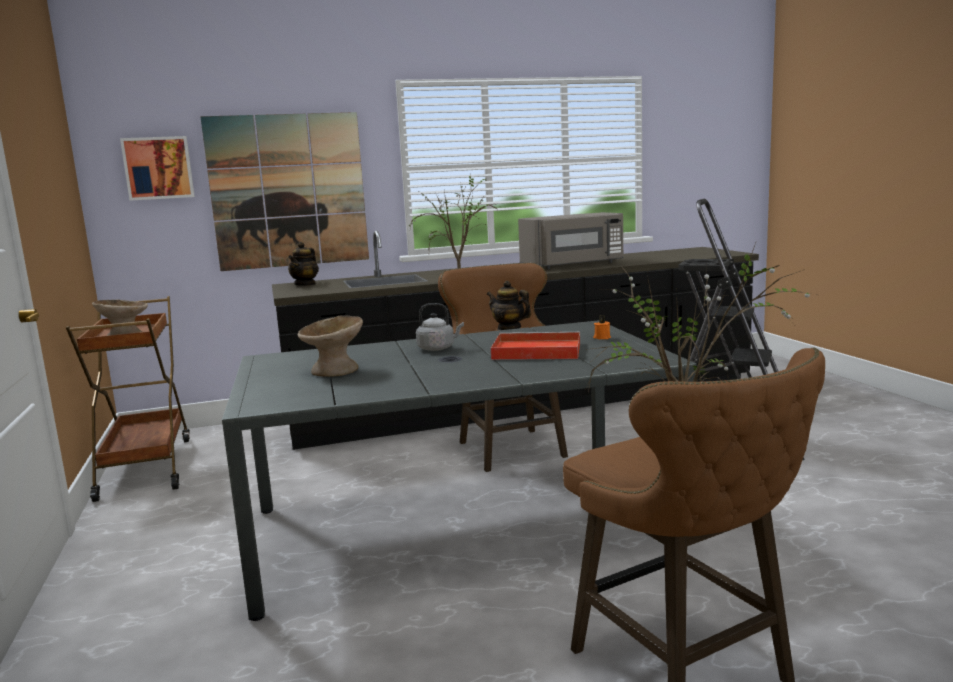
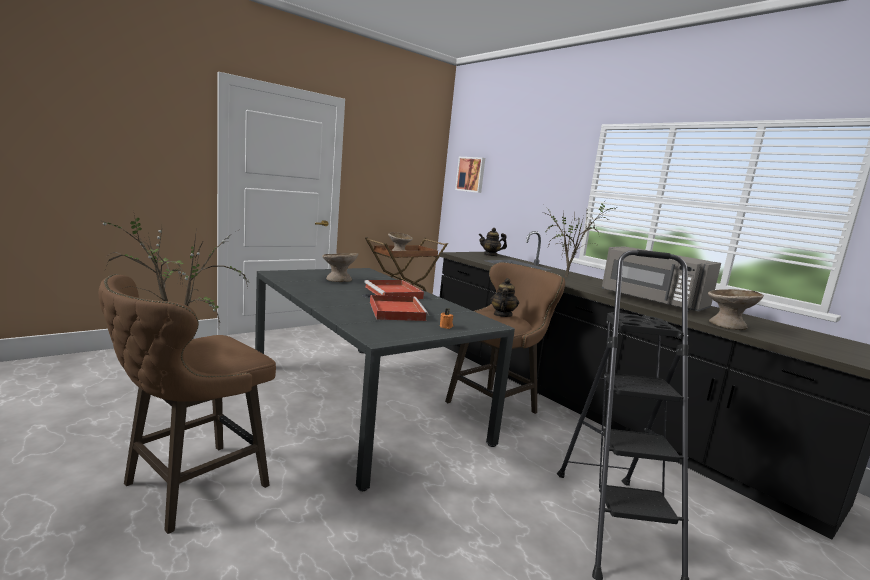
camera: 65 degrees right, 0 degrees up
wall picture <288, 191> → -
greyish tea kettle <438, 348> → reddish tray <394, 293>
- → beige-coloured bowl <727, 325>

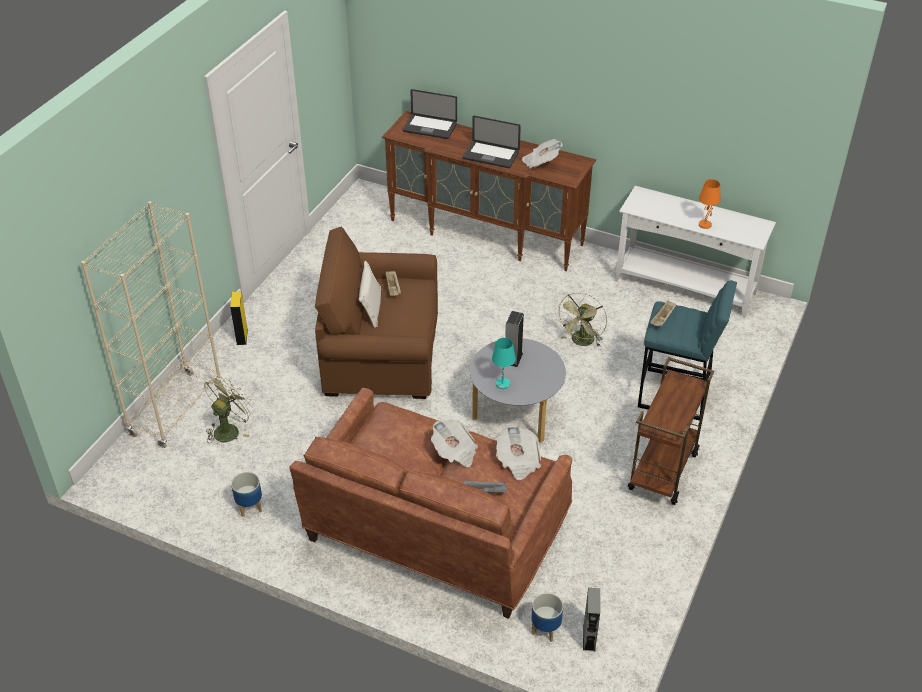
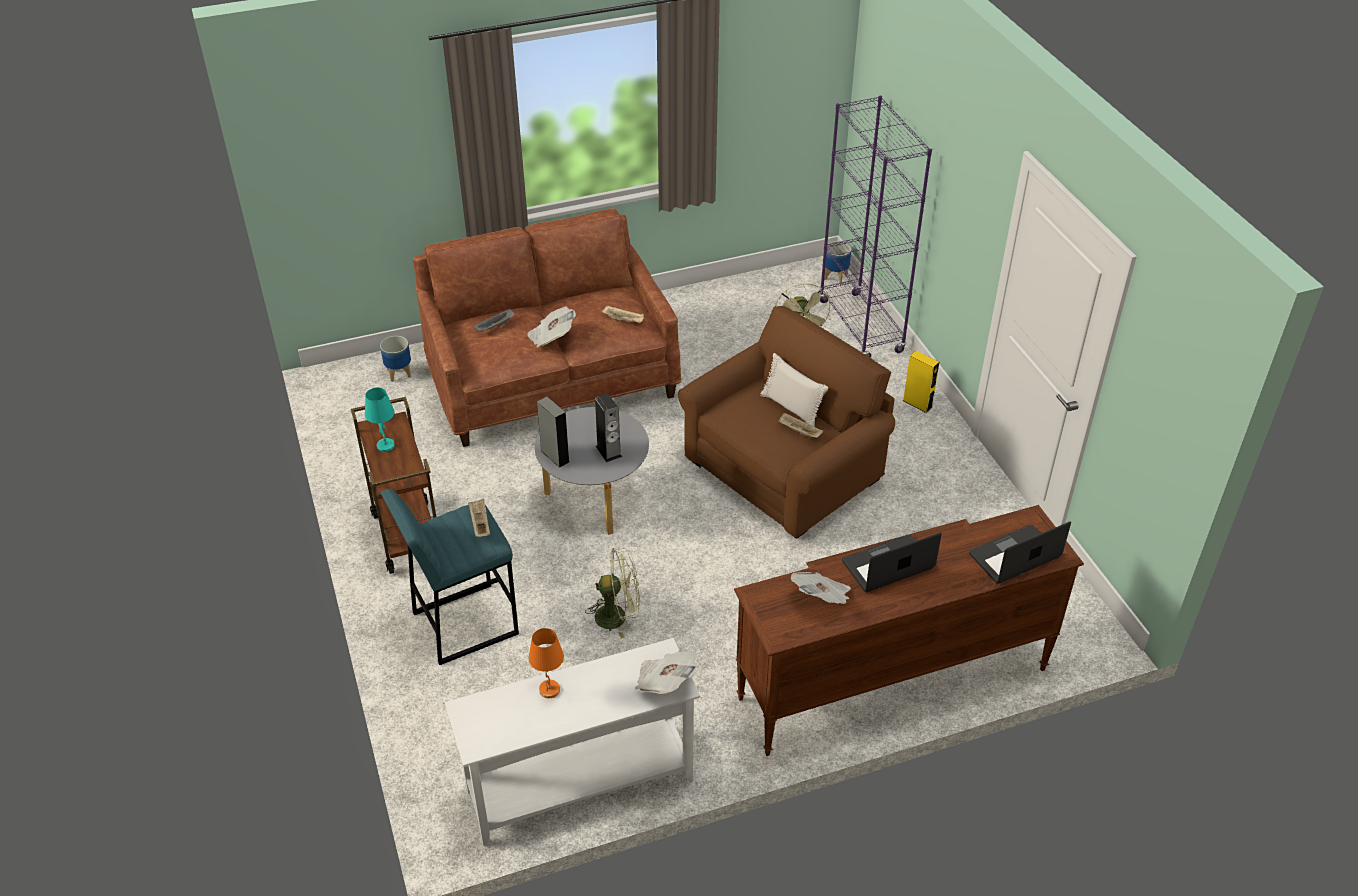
camera: 135 degrees right, 0 degrees up
beige-coloured shelving unit <176, 409> → purple-coloured shelving unit <861, 327>
greenish cooling fan <581, 342> → greenish cooling fan <618, 616>, 105 degrees clockwise
turquoise-coloured tabletop lamp <503, 384> → turquoise-coloured tabletop lamp <385, 445>, shifted
newspaper <518, 461> → newspaper <665, 682>, shifted
plant pot <249, 507> → plant pot <835, 276>, shifted
greyish speaker <589, 637> → greyish speaker <555, 456>, shifted
- → beige-coloured tray <624, 320>

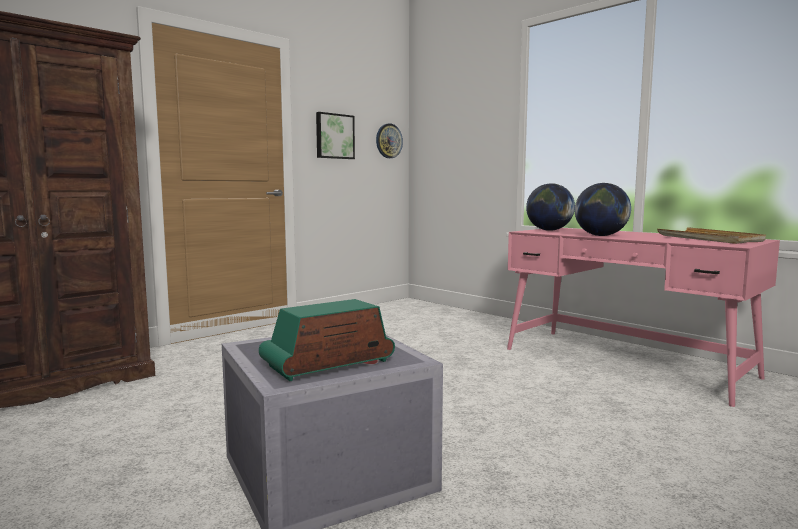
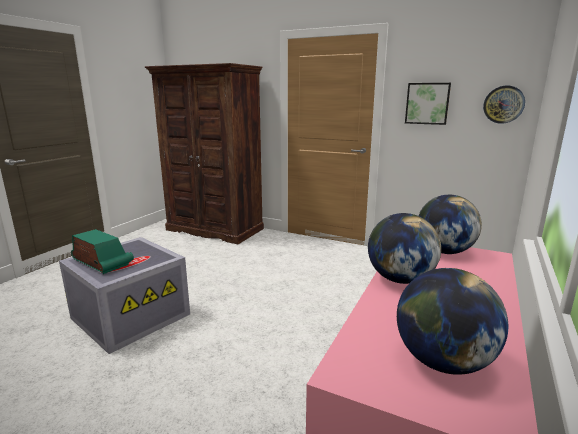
camera: 70 degrees right, 10 degrees up
beige-coloured tray <709, 239> → world globe <442, 362>

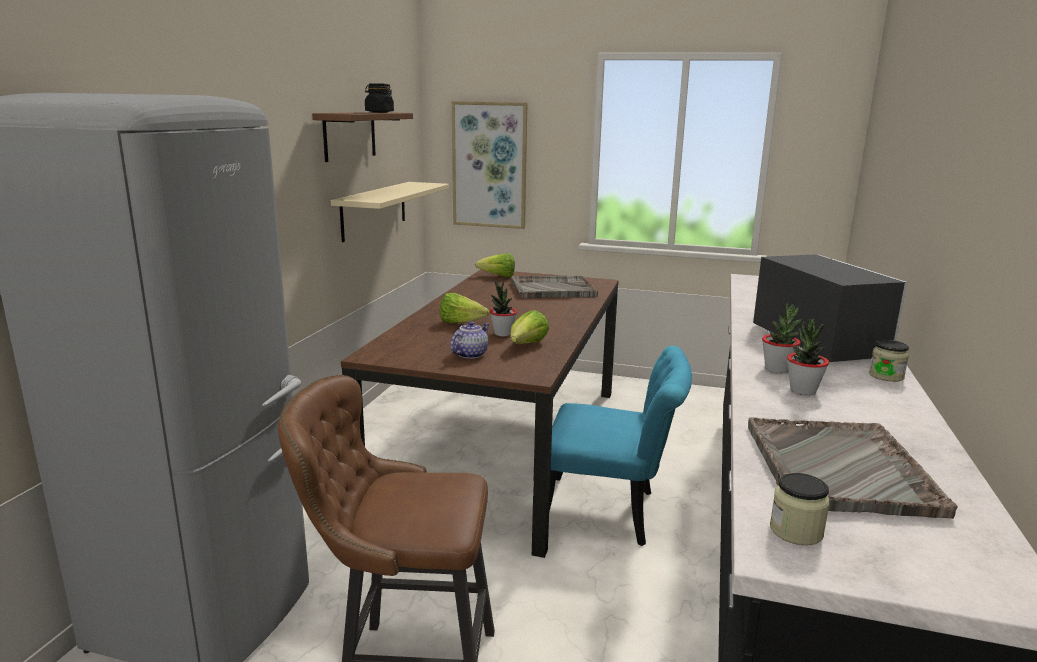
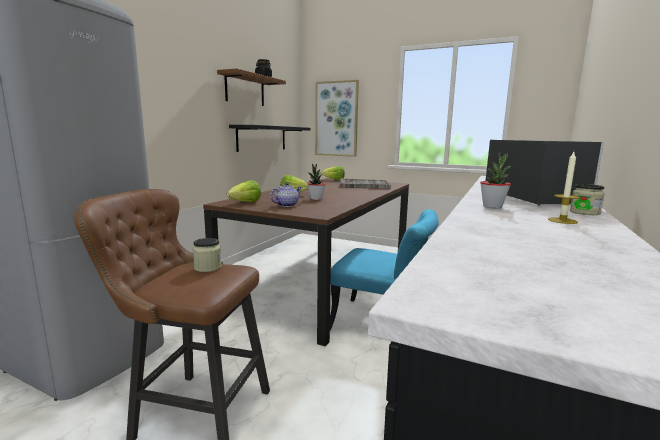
camera: 10 degrees right, 5 degrees down
beige-coloured wall shelf <374, 210> → blackish wall shelf <262, 138>
lettuce head <527, 345> → lettuce head <245, 203>, shifted
houseplant <803, 390> → -
greyish tray <839, 469> → -
storage jar <796, 531> → storage jar <208, 267>, shifted
- → wax light <562, 221>

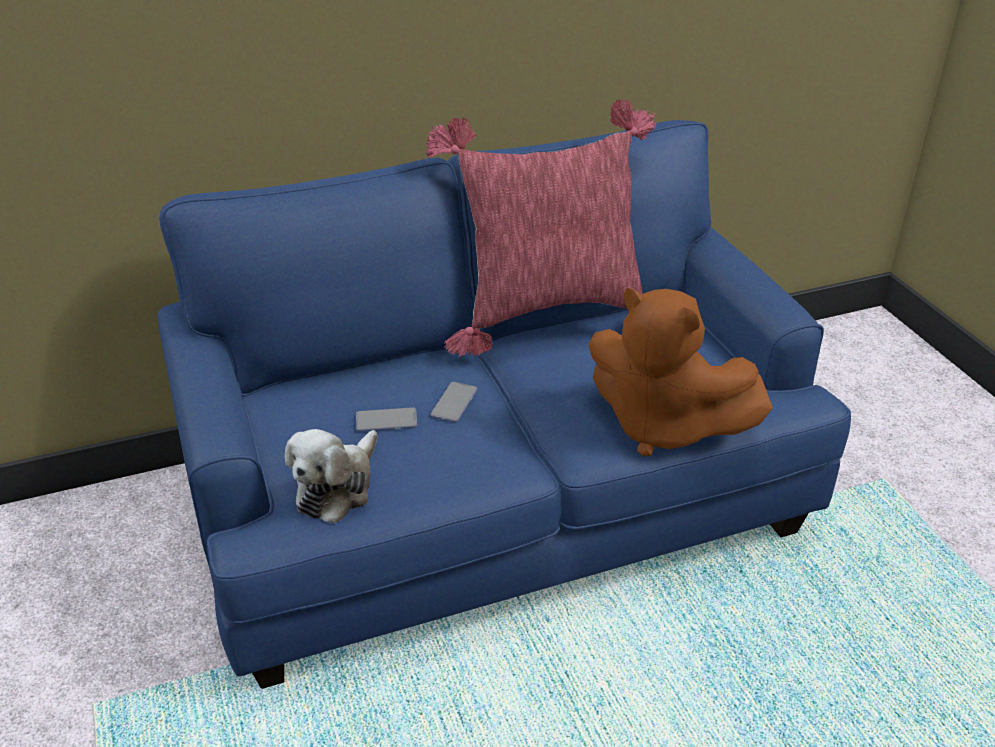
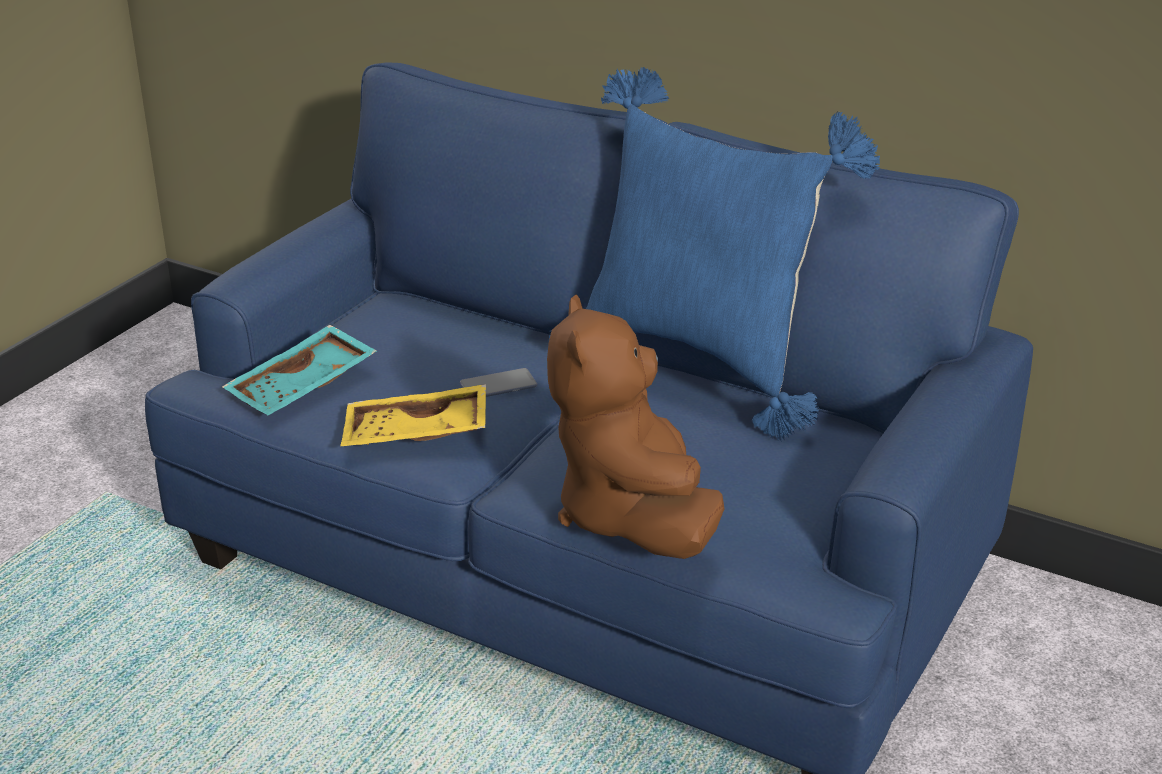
camera: 50 degrees right, 5 degrees down
reddish throw pillow <546, 328> → bluish throw pillow <701, 379>
telephone <386, 421> → -
soft toy <337, 487> → turquoise-coloured tray <303, 387>
- → yellow-coloured tray <415, 435>

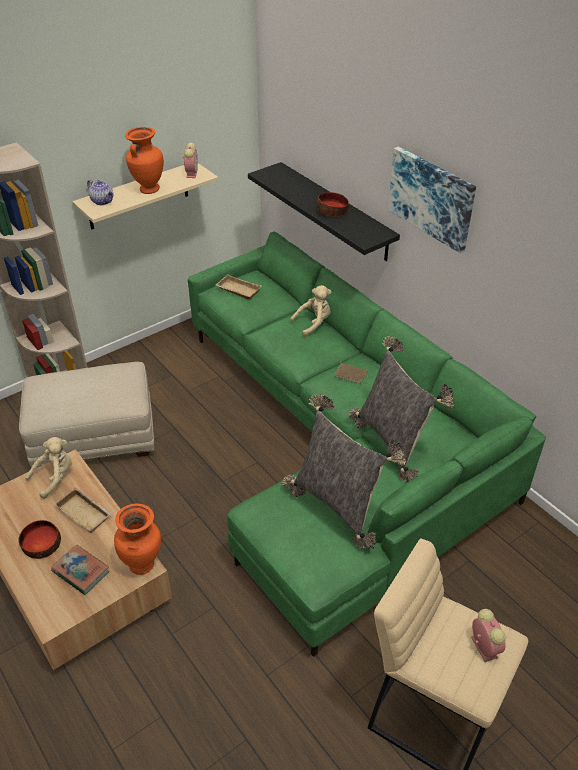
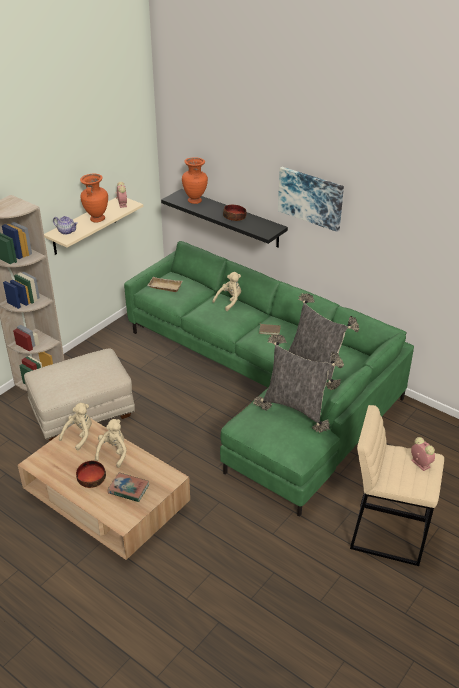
camera: 15 degrees left, 5 degrees down
beige-coloured tray <85, 512> → beige-coloured soft toy <113, 453>
orange-coloured decorative vase <143, 565> → orange-coloured decorative vase <195, 201>, shifted

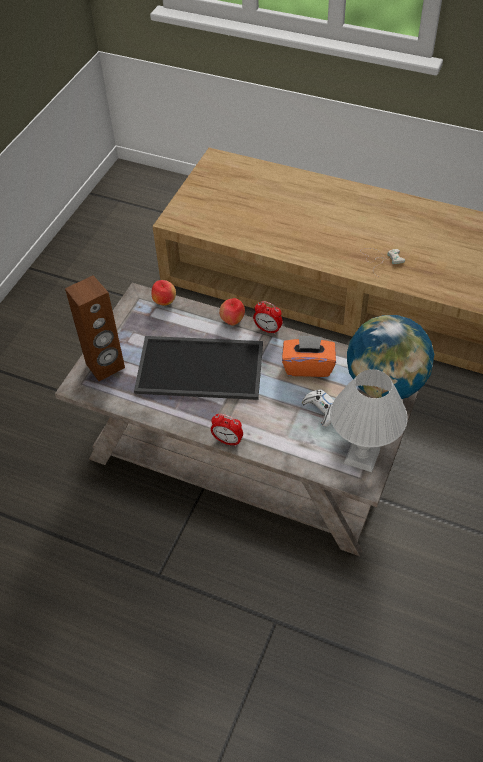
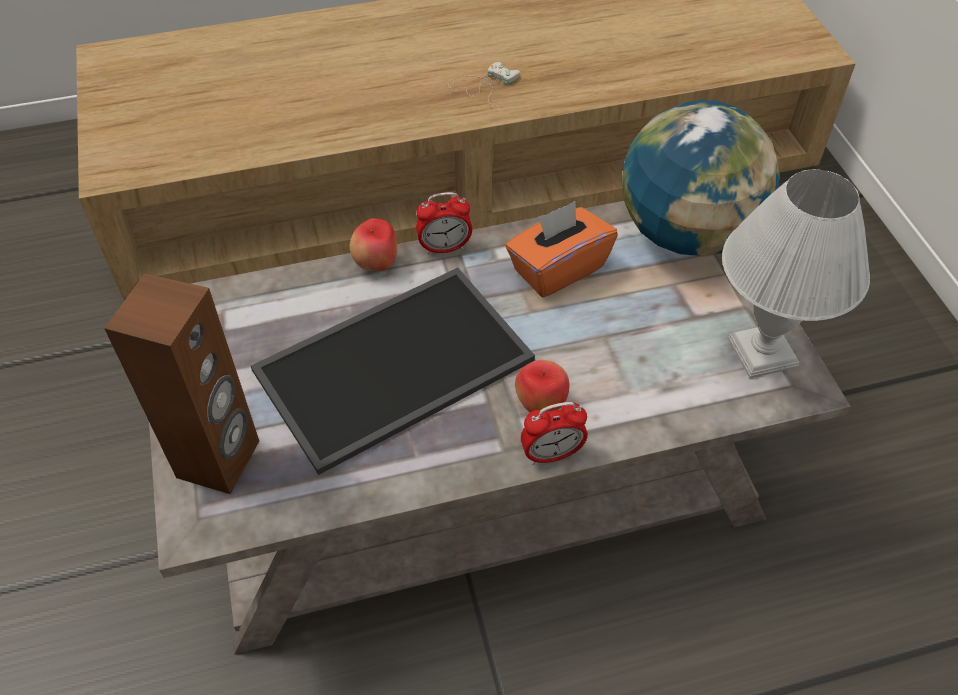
camera: 40 degrees left, 0 degrees up
whole apple <164, 302> → whole apple <540, 404>, shifted
white-coloured joypad <321, 410> → -

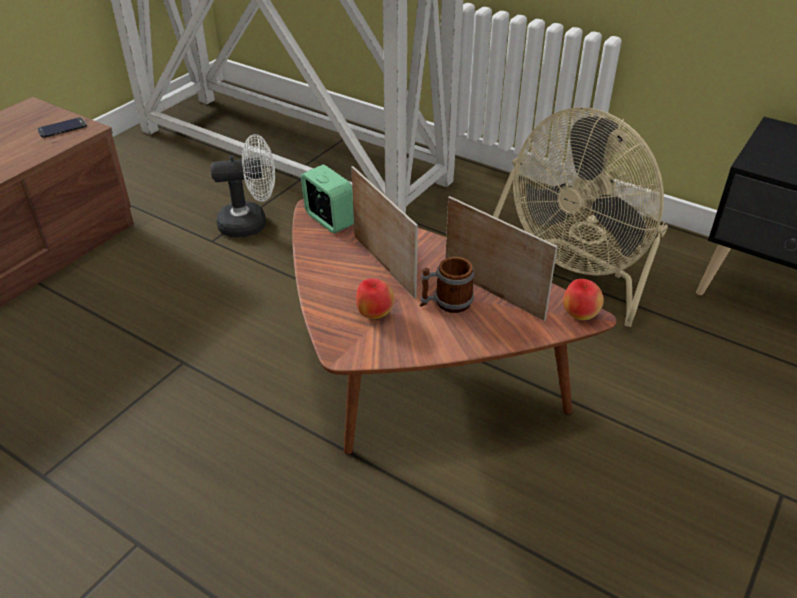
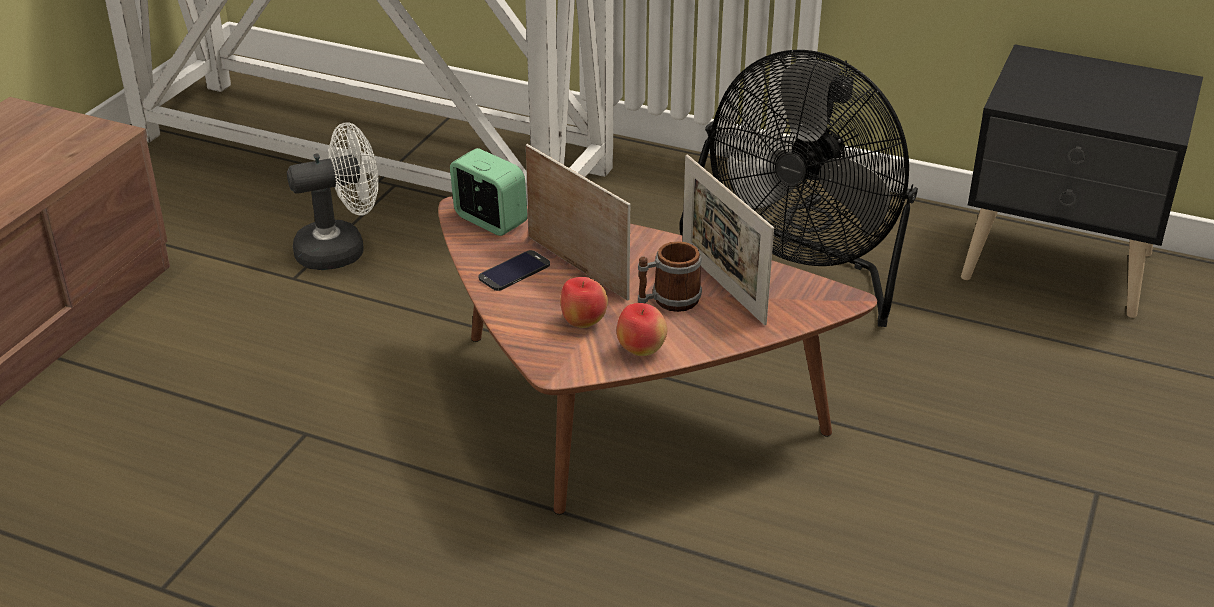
camera: 10 degrees left, 5 degrees down
beige-coloured cooling fan <573, 269> → blackish cooling fan <799, 265>
telephone <62, 128> → telephone <514, 271>, shifted
picture frame <493, 293> → picture frame <722, 285>, 150 degrees counterclockwise
whole apple <579, 315> → whole apple <641, 351>, shifted

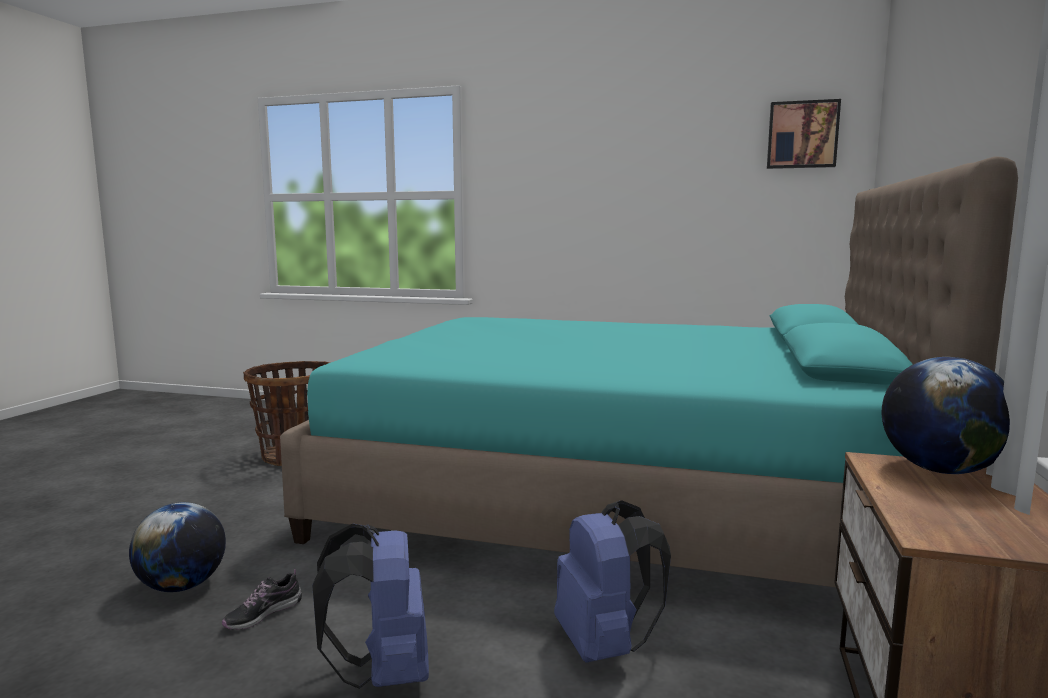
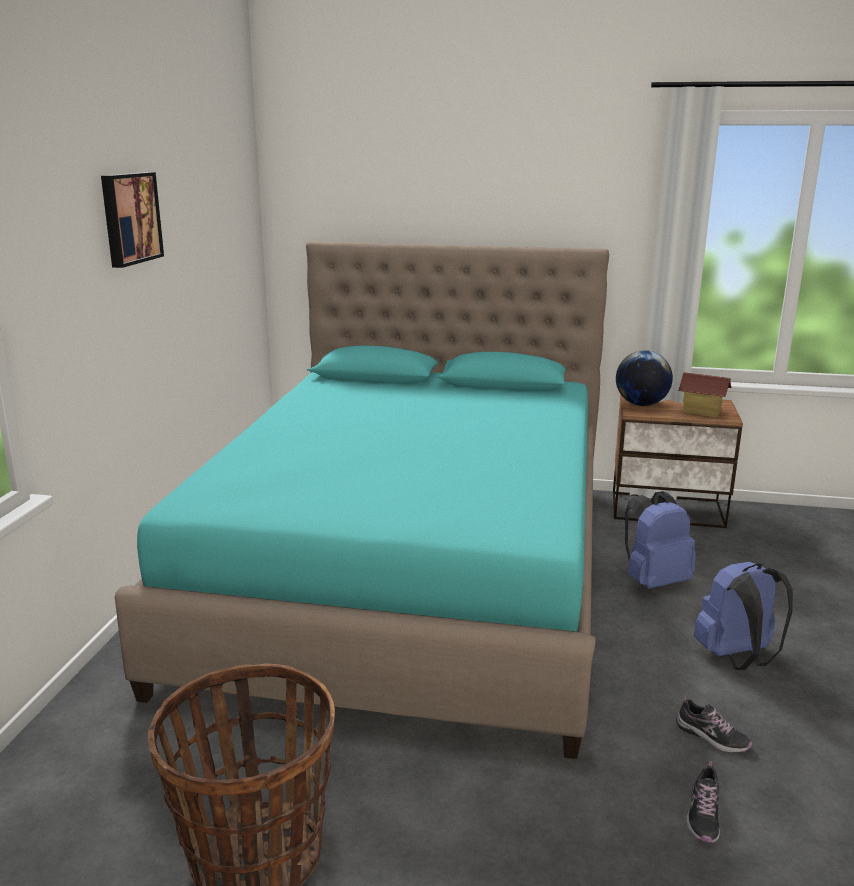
camera: 95 degrees left, 10 degrees up
wall picture <802, 135> → wall picture <129, 218>, shifted
world globe <182, 586> → shoe <703, 815>
- → toy house <702, 411>

